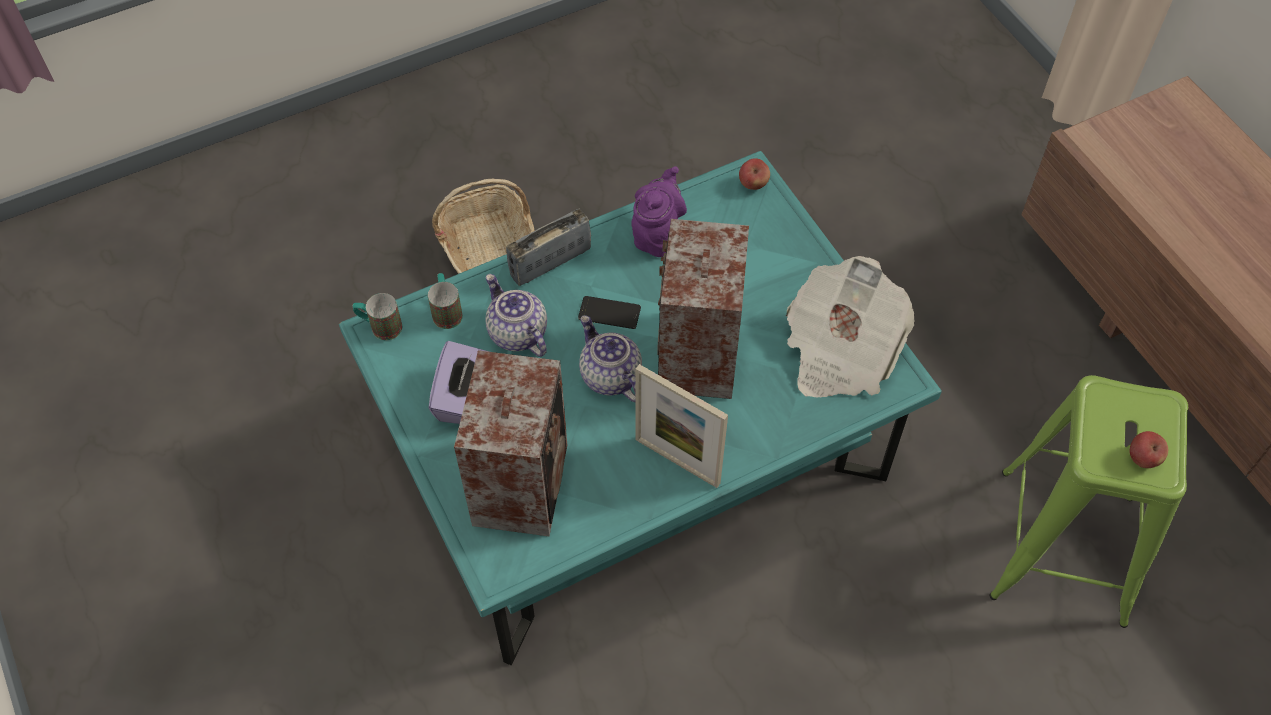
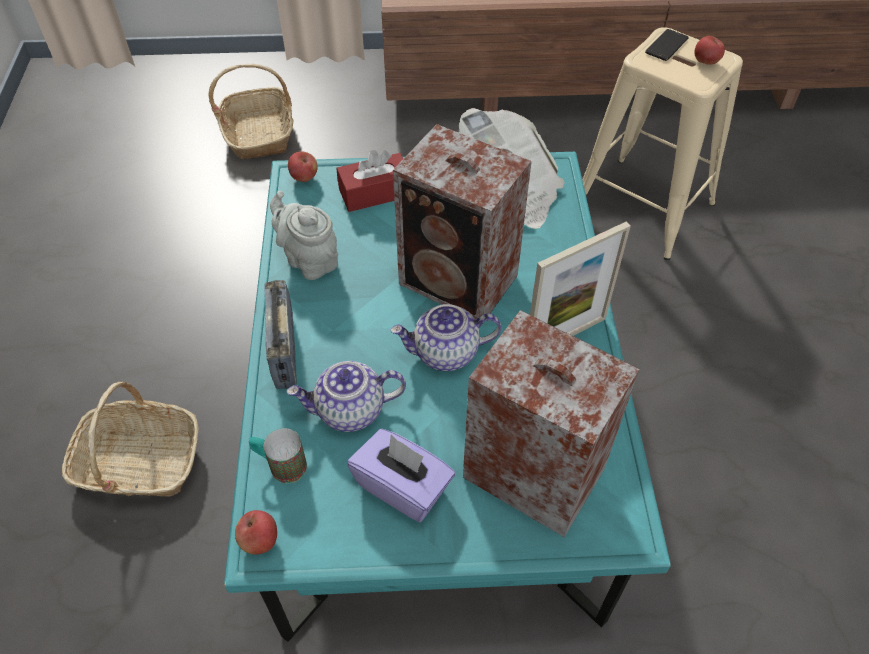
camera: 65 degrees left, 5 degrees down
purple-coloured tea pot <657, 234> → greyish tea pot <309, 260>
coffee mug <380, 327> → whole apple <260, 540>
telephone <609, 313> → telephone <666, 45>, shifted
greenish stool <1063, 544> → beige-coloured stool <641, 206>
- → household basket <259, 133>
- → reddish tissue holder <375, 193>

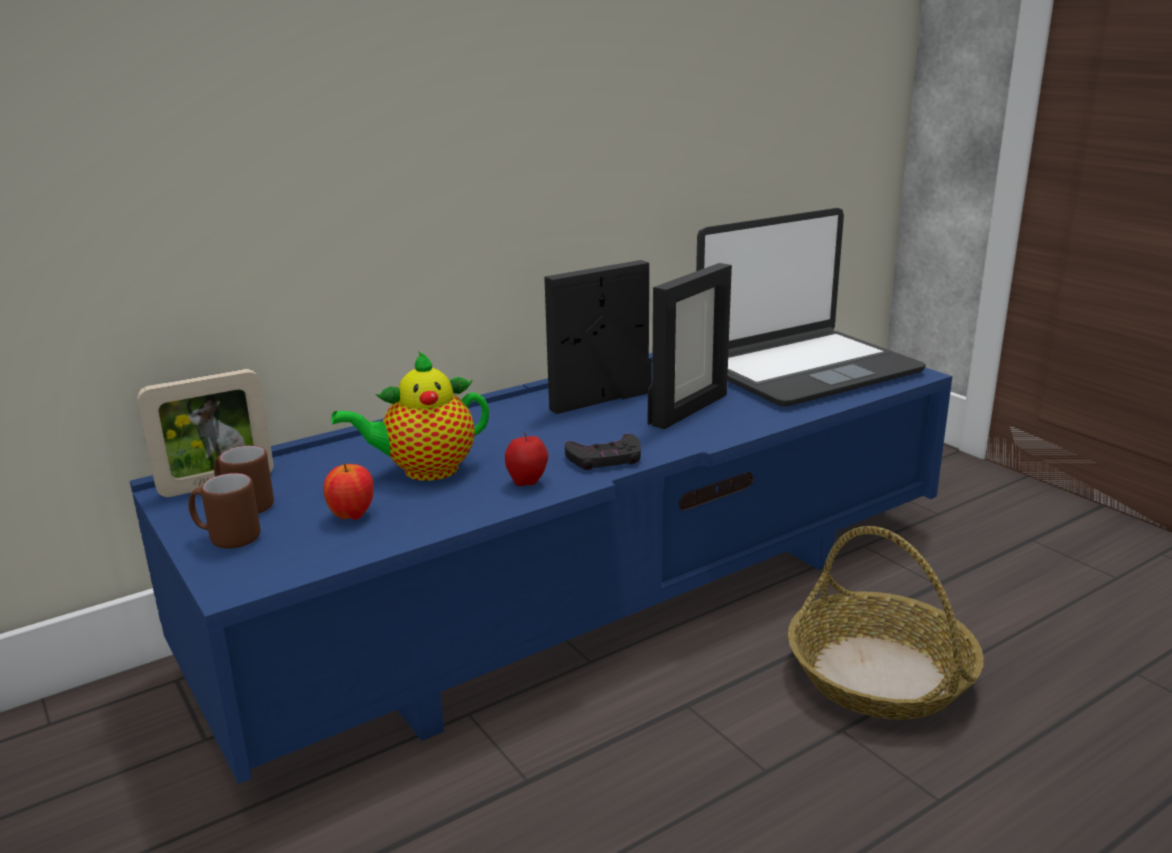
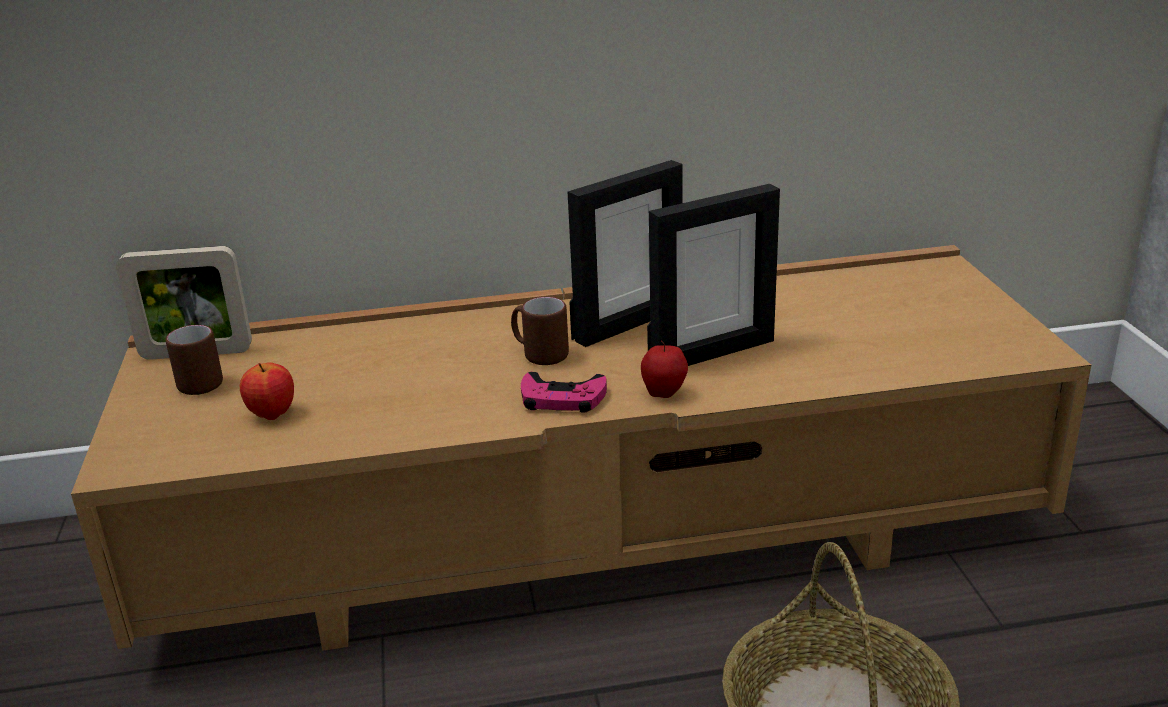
camera: 25 degrees right, 5 degrees up
notebook computer <805, 369> → -
picture frame <601, 401> → picture frame <628, 323>, 150 degrees clockwise
tea pot <424, 470> → -
bluish media console <589, 588> → brown media console <594, 527>
whole apple <527, 482> → whole apple <664, 394>, shifted
blackish joypad <605, 458> → pink-coloured joypad <562, 399>
brown coffee mug <227, 538> → brown coffee mug <539, 355>, shifted

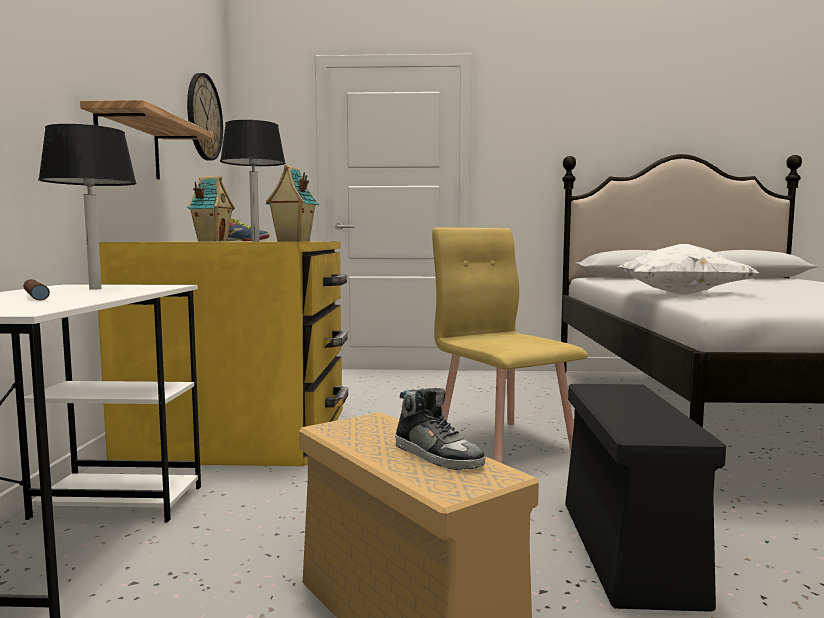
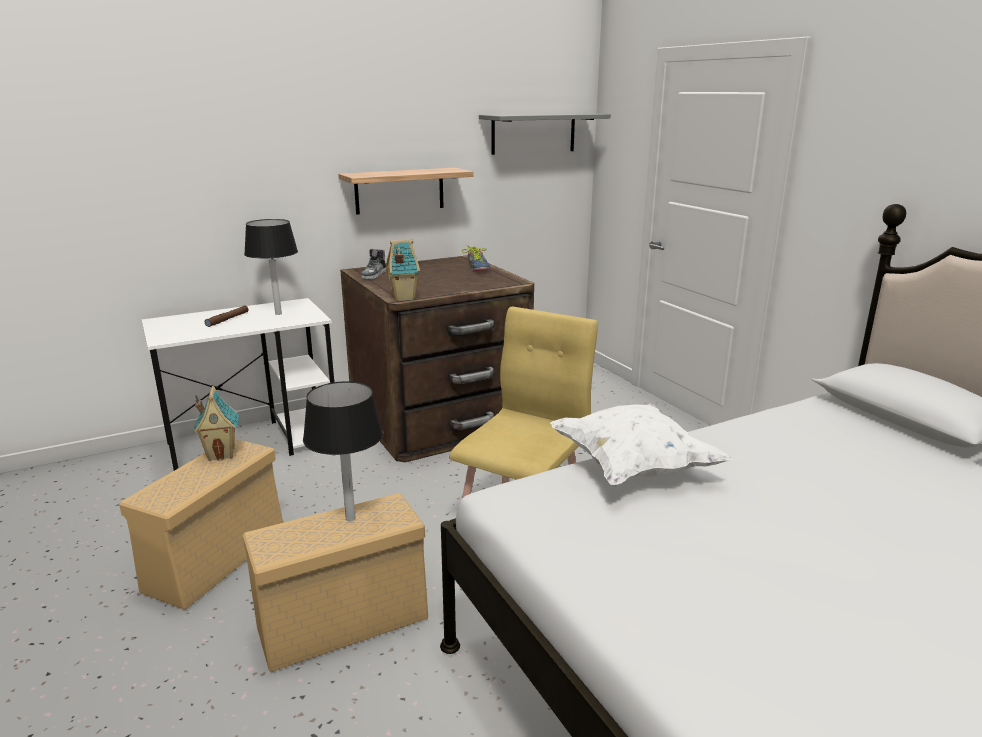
camera: 60 degrees right, 15 degrees up
hanging clock <204, 117> → greyish wall shelf <533, 133>
blackish tabletop lamp <255, 241> → blackish tabletop lamp <351, 518>, shifted
toy house <212, 241> → toy house <222, 454>, shifted
yellow-coloured drawer chest <245, 431> → brown drawer chest <441, 418>
blackish storage box <626, 548> → beige-coloured storage box <346, 622>
shoe <437, 455> → shoe <374, 275>, shifted

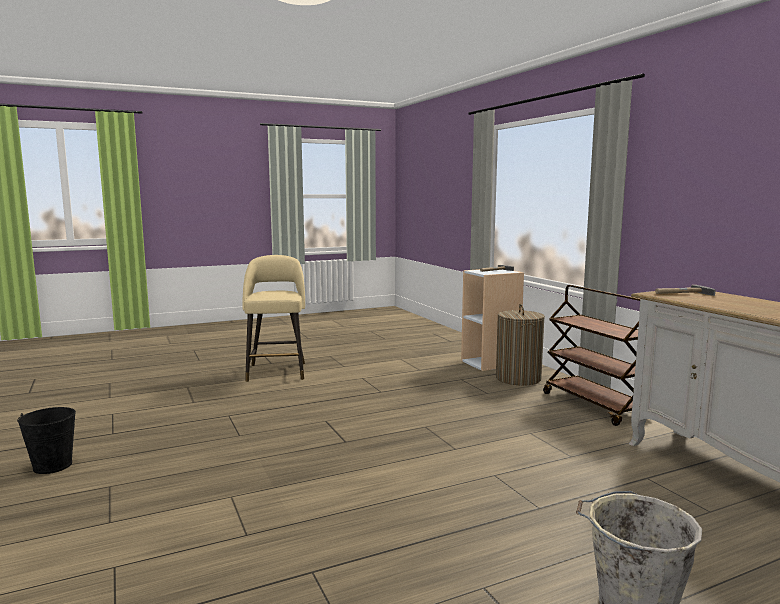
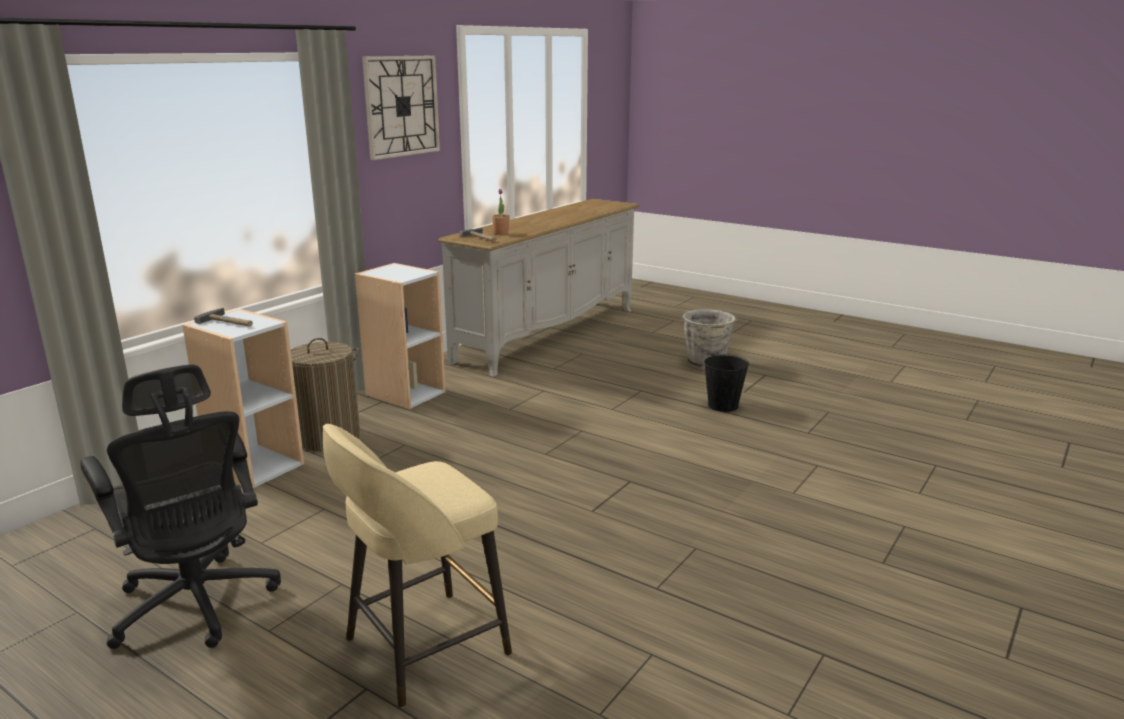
camera: 120 degrees left, 10 degrees up
brown cart <595, 405> → shelving unit <405, 393>
blackish bucket <52, 465> → blackish bucket <723, 405>, shifted
- → hanging clock <401, 106>
- → houseplant <501, 233>
- → desk chair <196, 609>

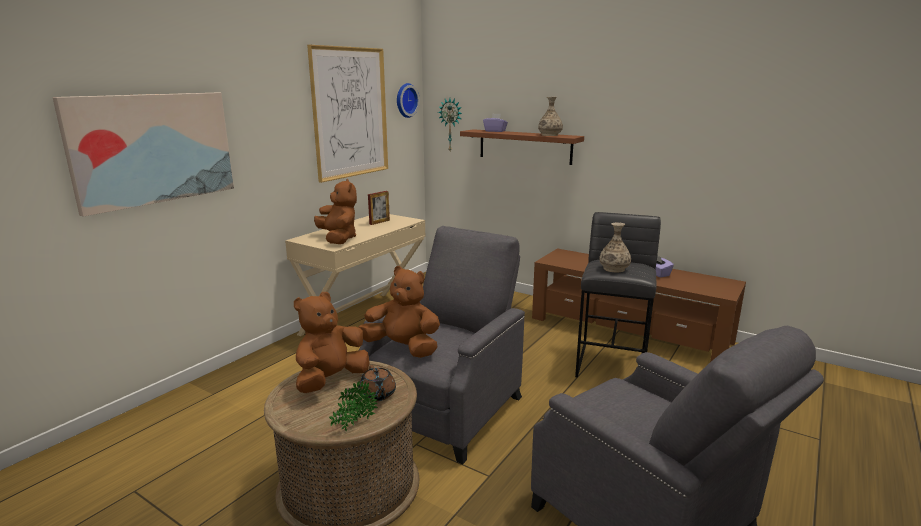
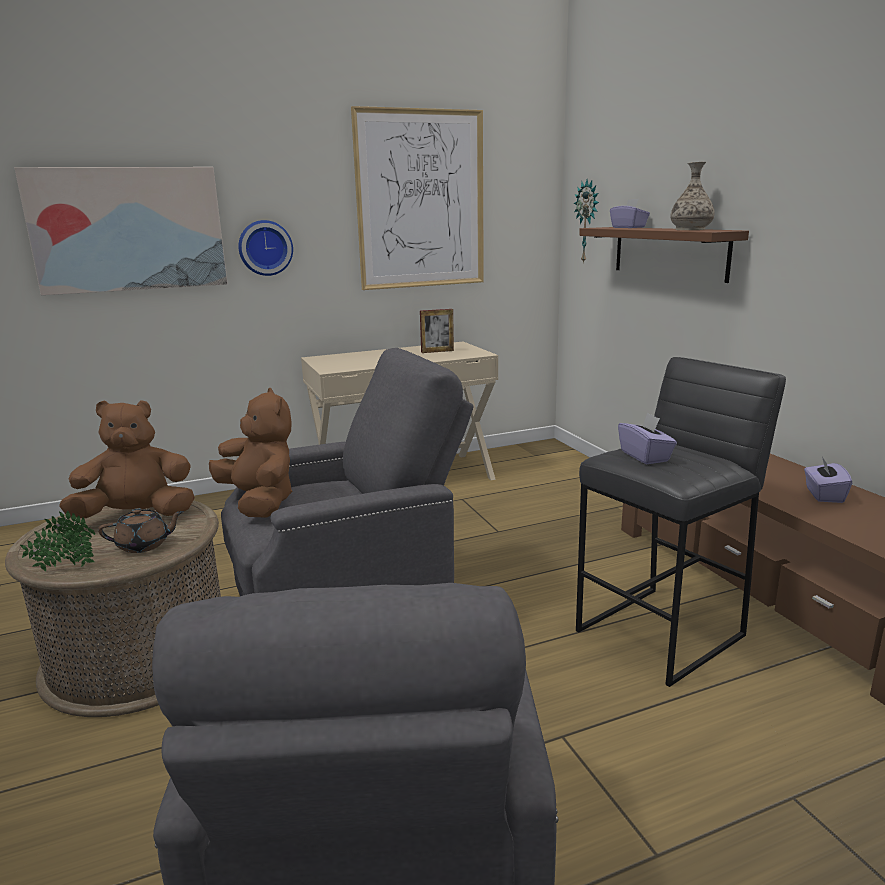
camera: 35 degrees right, 0 degrees up
hanging clock <405, 100> → hanging clock <265, 248>, shifted
brown soft toy <338, 239> → -
decorative vase <614, 269> → purple-coloured tissue holder <645, 456>
brown tea pot <377, 395> → brown tea pot <144, 545>, 120 degrees counterclockwise

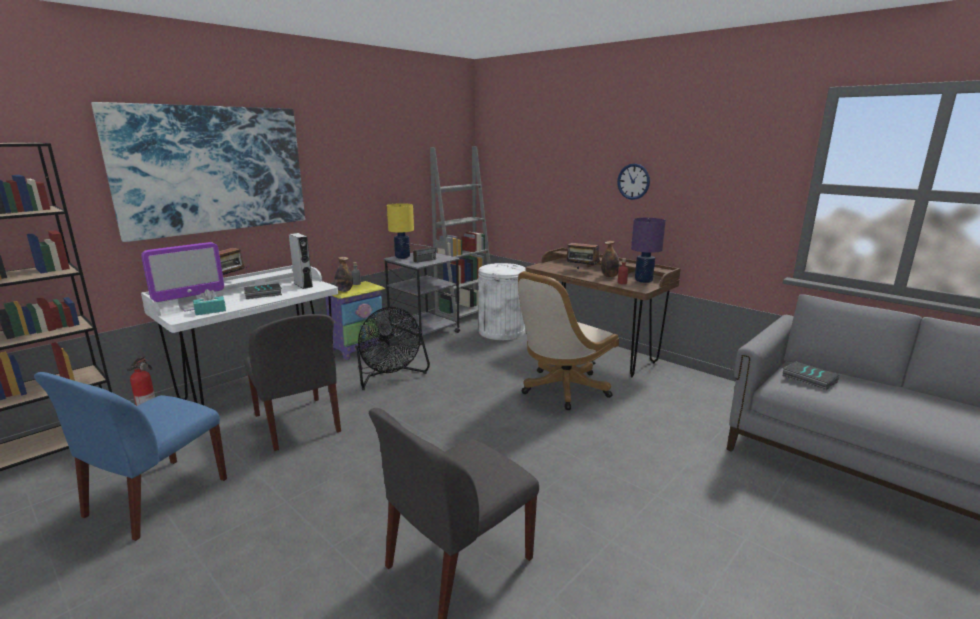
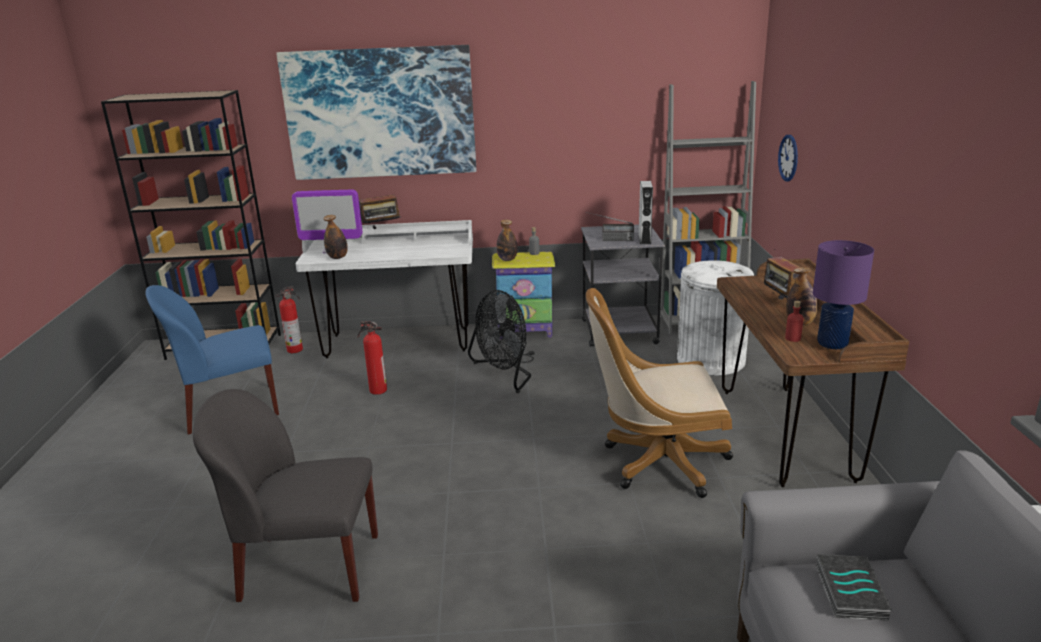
camera: 45 degrees right, 5 degrees up
hanging clock <633, 181> → hanging clock <788, 158>, shifted
yellow-coloured tabletop lamp <402, 258> → -
greyish speaker <303, 285> → greyish speaker <644, 240>, shifted
bound book <262, 294> → -
turquoise-coloured tissue holder <210, 311> → drink bottle <337, 257>
blackish cooling fan <387, 376> → blackish cooling fan <507, 371>, 45 degrees clockwise
greyish chair <298, 424> → fire extinguisher <377, 390>

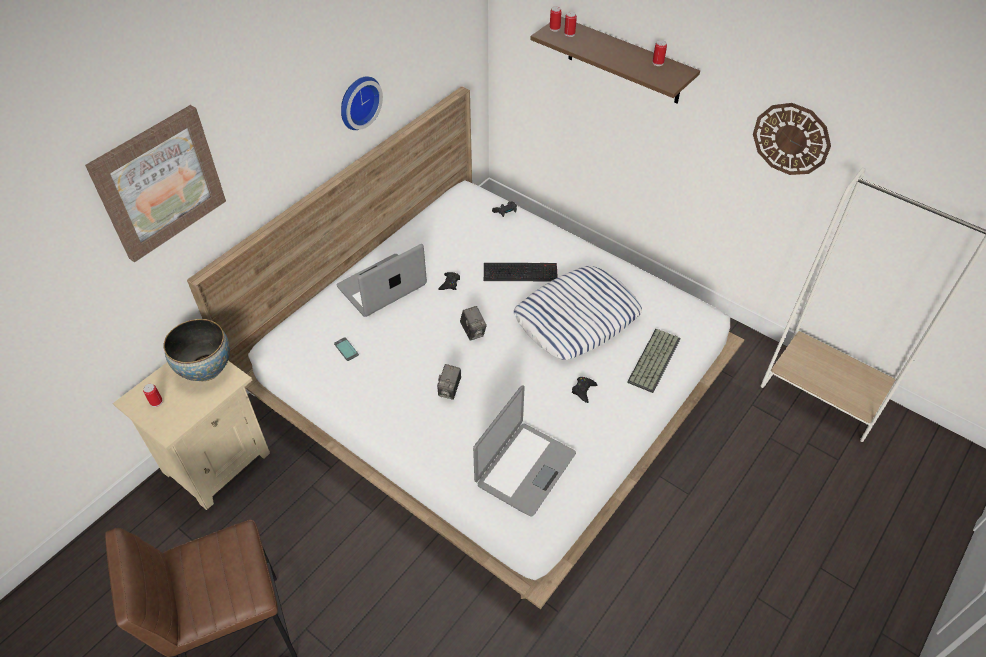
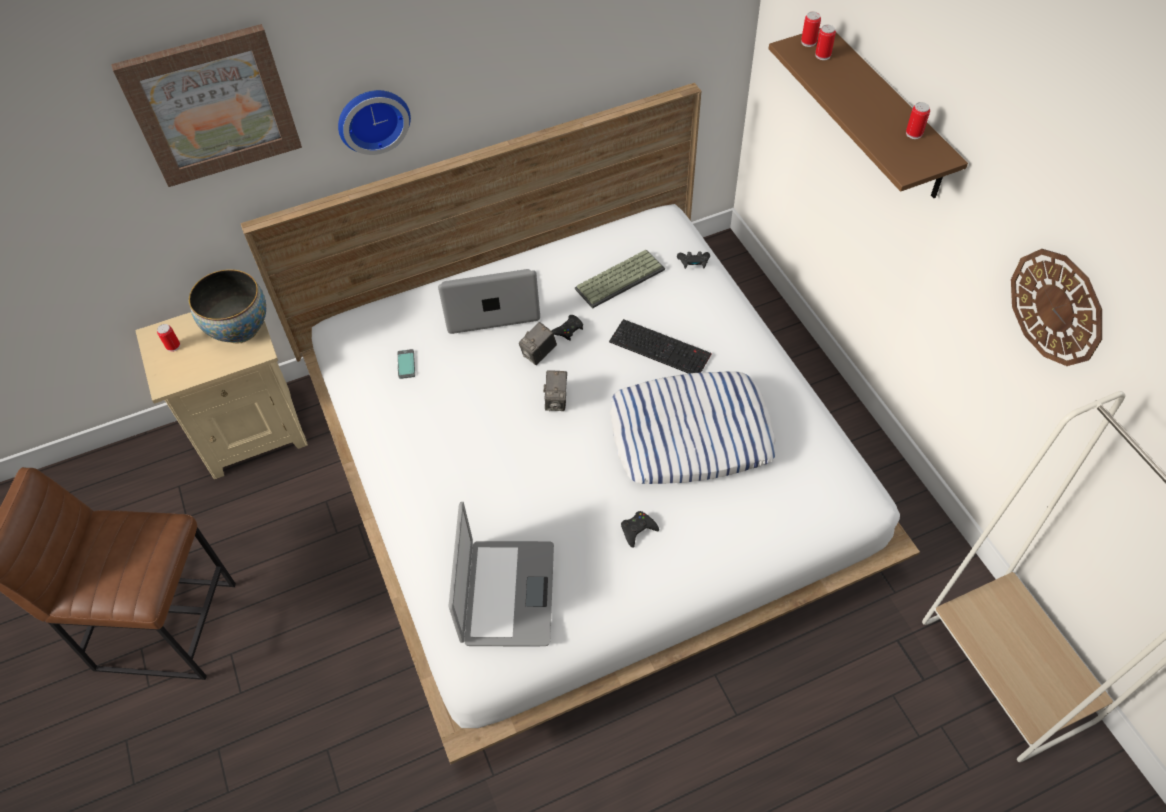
camera: 30 degrees right, 5 degrees up
hanging clock <357, 101> → hanging clock <372, 118>, shifted
computer keyboard <653, 359> → computer keyboard <620, 278>, shifted
still camera <449, 390> → still camera <539, 354>, shifted
notebook computer <524, 468> → notebook computer <507, 593>, 60 degrees counterclockwise

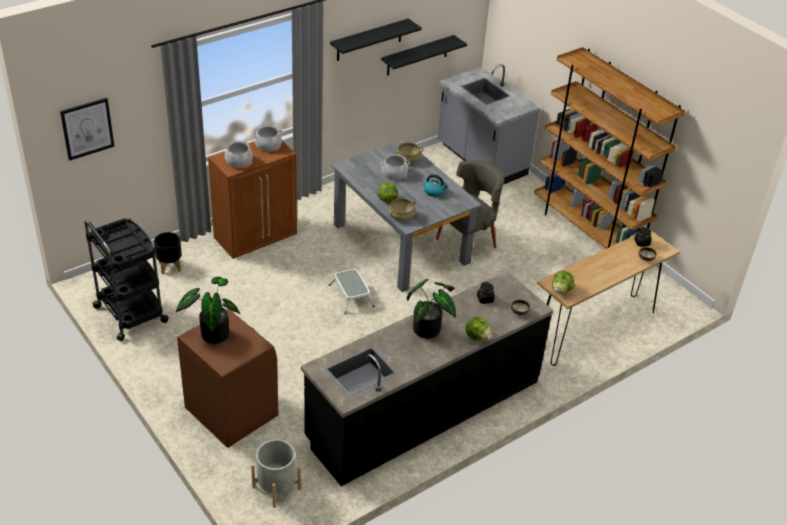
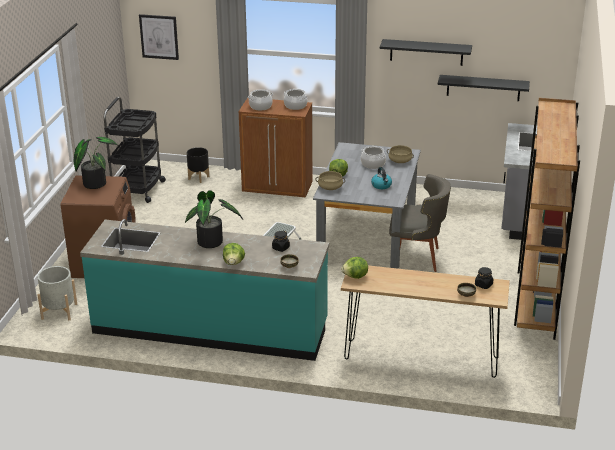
camera: 50 degrees right, 10 degrees down
blackish kitchen counter <424, 410> → turquoise-coloured kitchen counter <210, 328>

